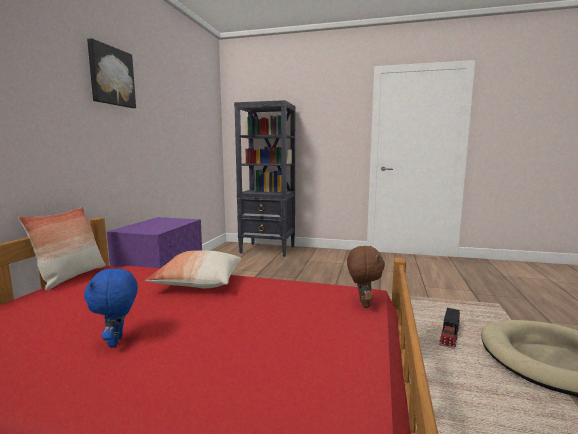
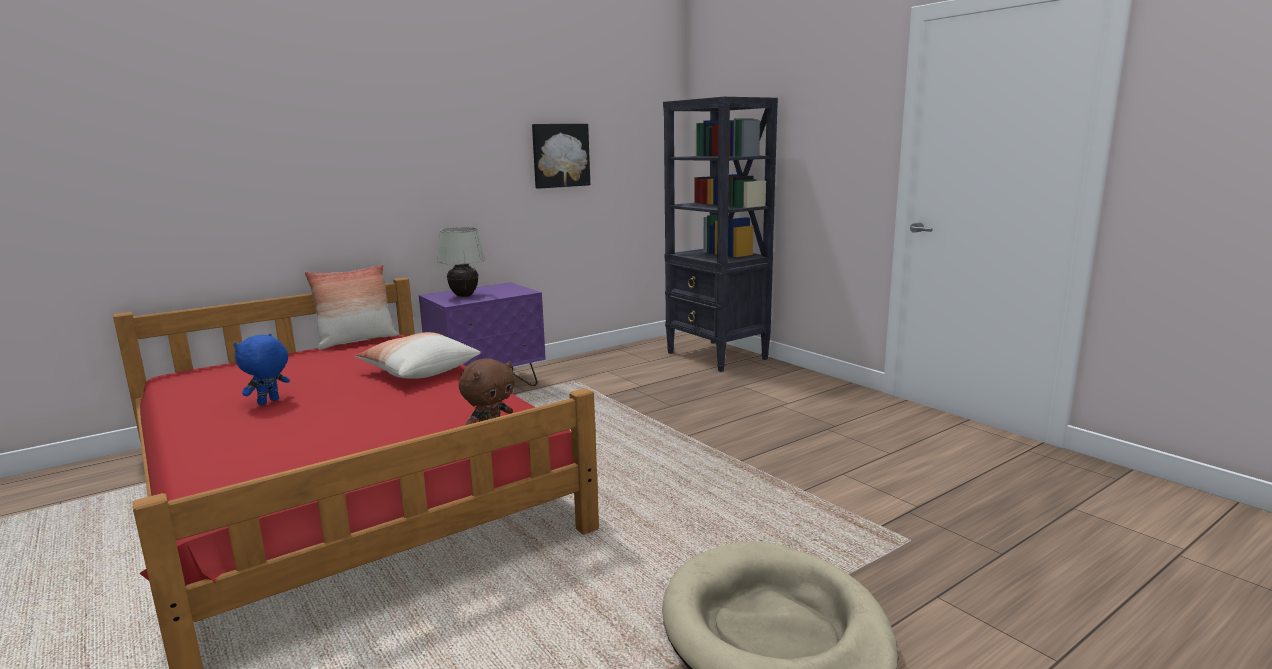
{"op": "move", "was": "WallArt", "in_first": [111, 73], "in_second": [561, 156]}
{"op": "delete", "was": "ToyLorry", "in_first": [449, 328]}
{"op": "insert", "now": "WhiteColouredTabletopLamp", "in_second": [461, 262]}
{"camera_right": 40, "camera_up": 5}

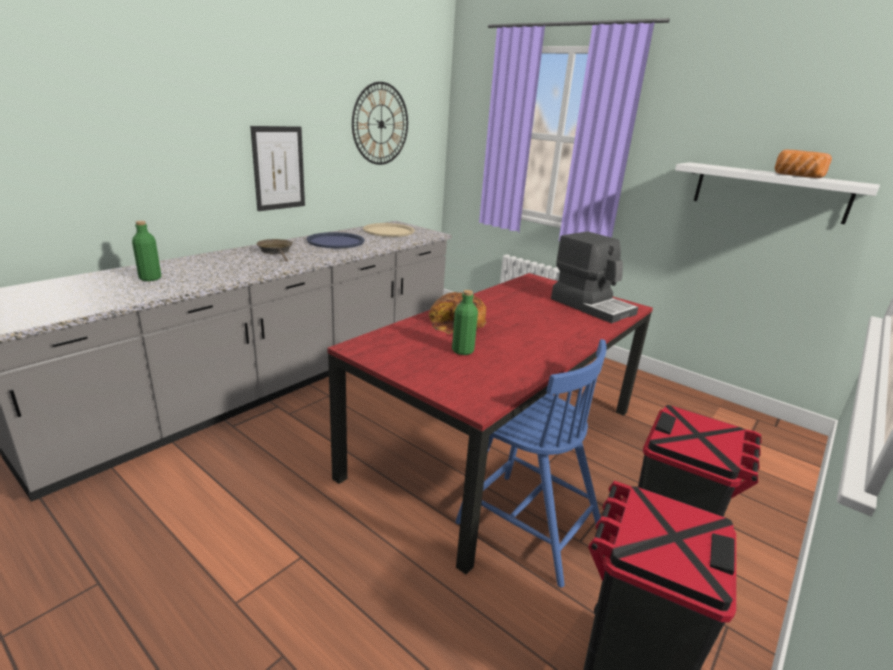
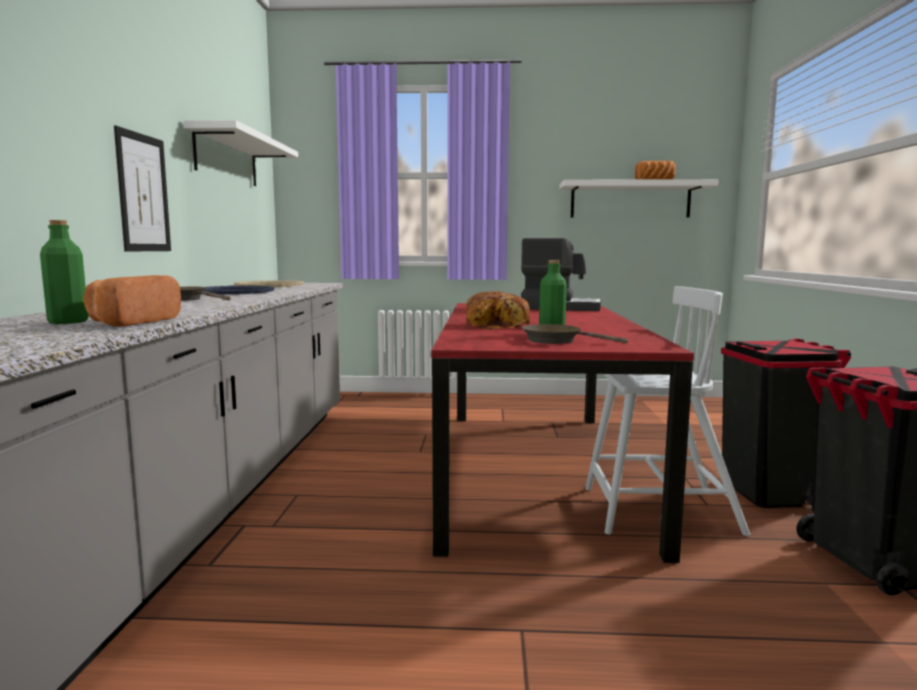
{"op": "replace", "was": "HangingClock", "now": "WhiteColouredWallShelf", "in_first": [380, 123], "in_second": [240, 153]}
{"op": "recolor", "was": "BluishChair", "now": "WhiteColouredChair", "in_first": [530, 463], "in_second": [667, 411]}
{"op": "insert", "now": "BakeryBread", "in_second": [132, 301]}
{"op": "insert", "now": "BrownColouredSkillet", "in_second": [575, 334]}
{"camera_right": -35, "camera_up": -15}

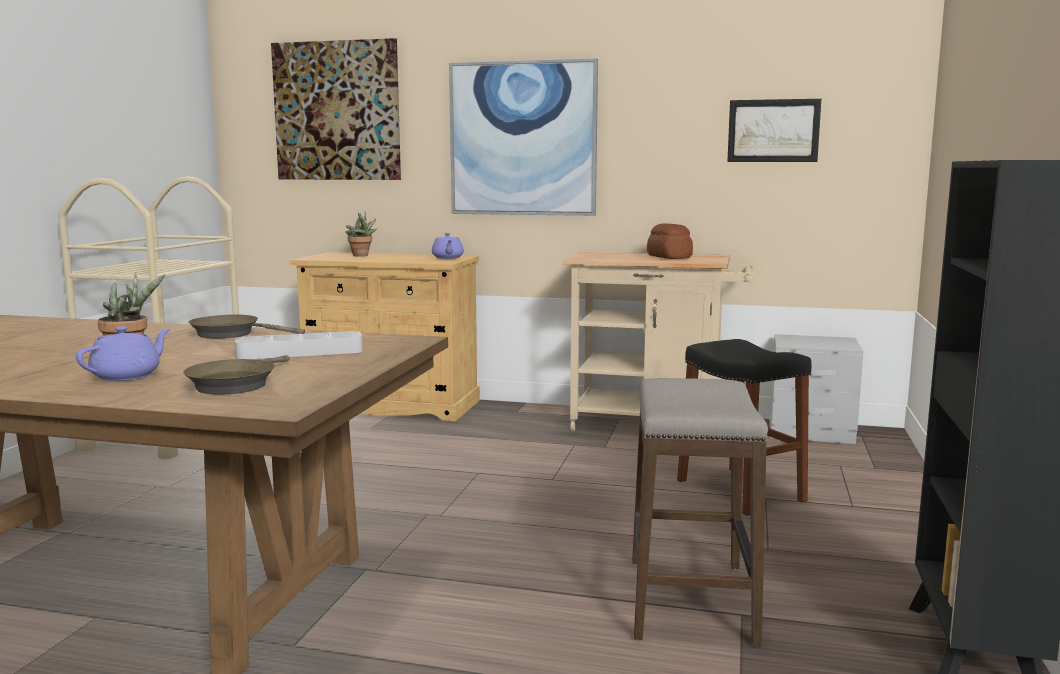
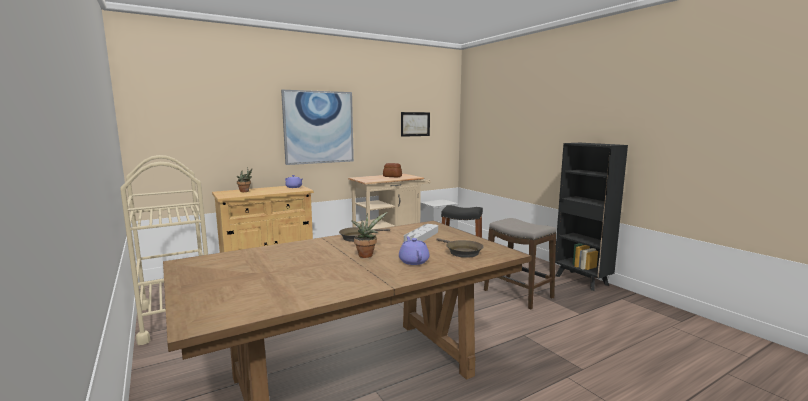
{"op": "delete", "was": "WallArt", "in_first": [336, 109]}
{"camera_right": -45, "camera_up": 0}

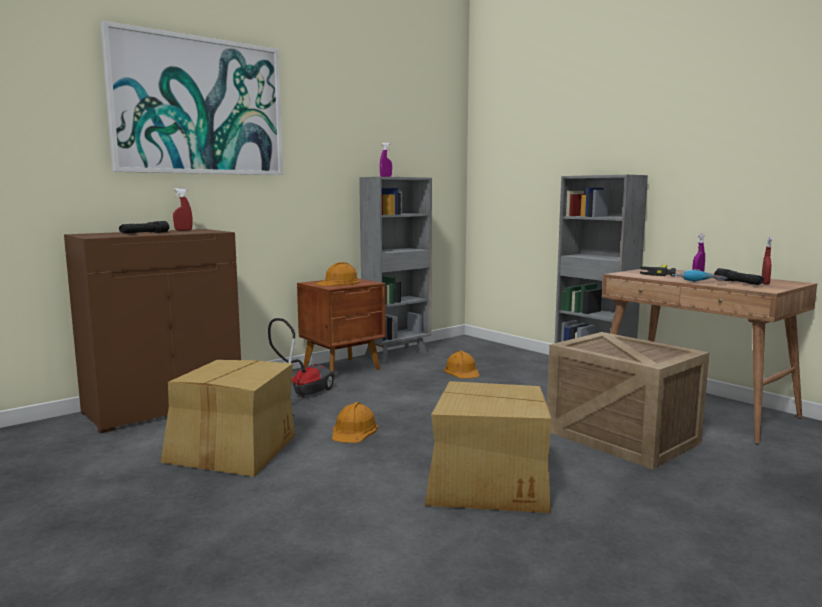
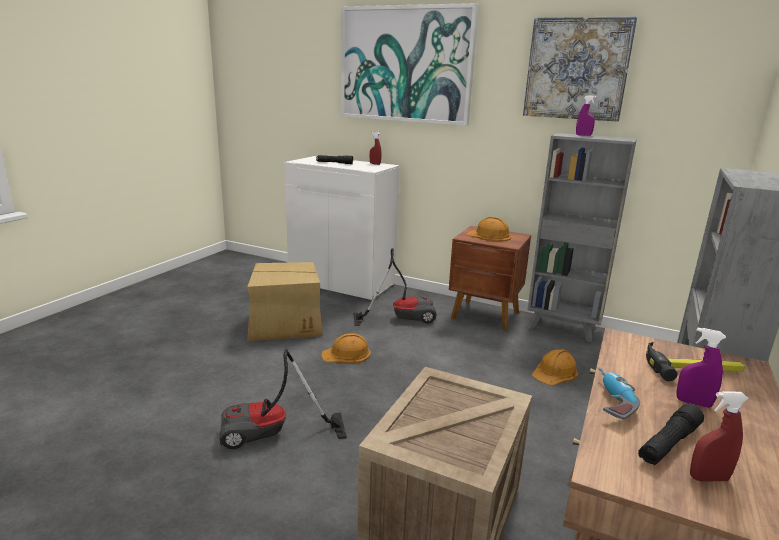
{"op": "recolor", "was": "BrownColouredCabinet", "now": "WhiteColouredCabinet", "in_first": [152, 331], "in_second": [342, 228]}
{"op": "replace", "was": "Carton", "now": "Hoover", "in_first": [488, 447], "in_second": [283, 399]}
{"op": "insert", "now": "WallArt", "in_second": [580, 69]}
{"camera_right": 65, "camera_up": 10}

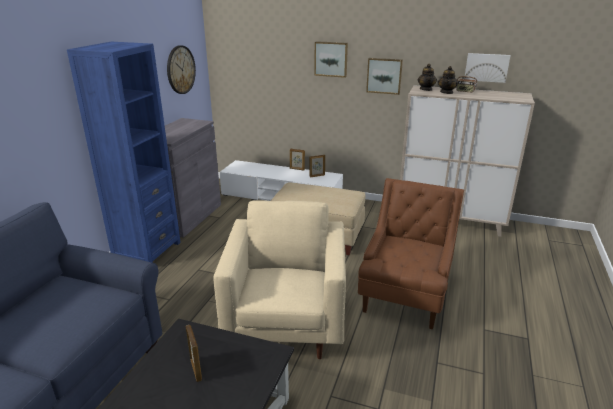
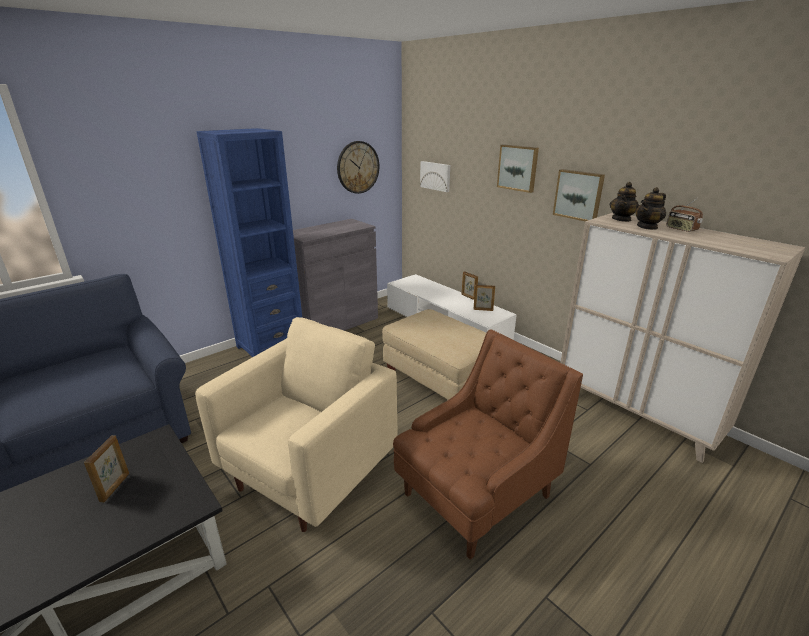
{"op": "move", "was": "WallArt", "in_first": [487, 68], "in_second": [435, 176]}
{"camera_right": 30, "camera_up": 0}

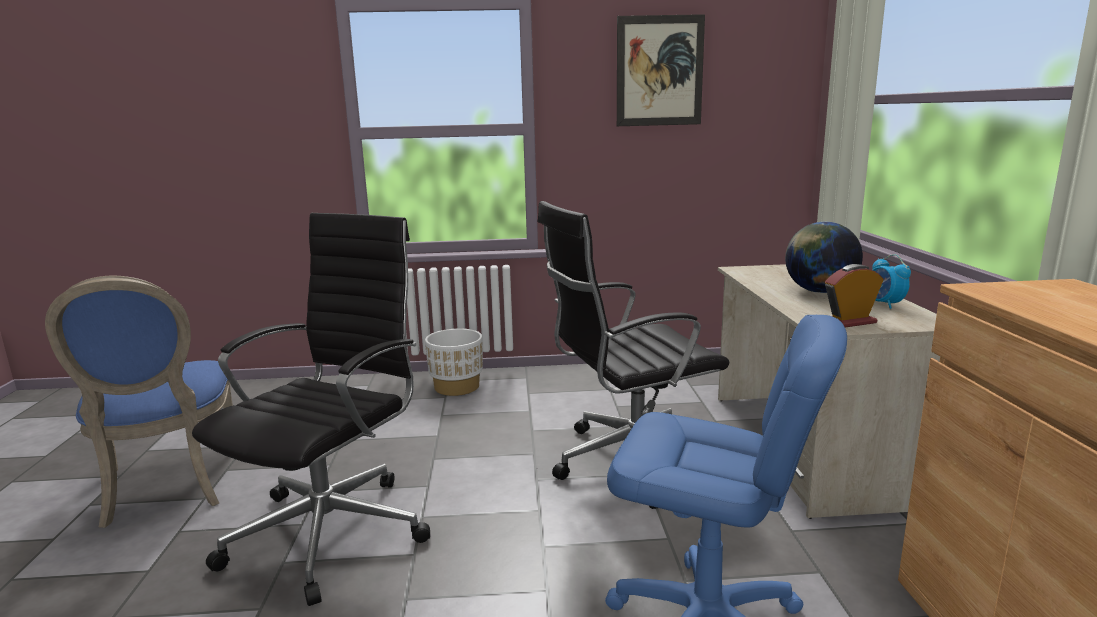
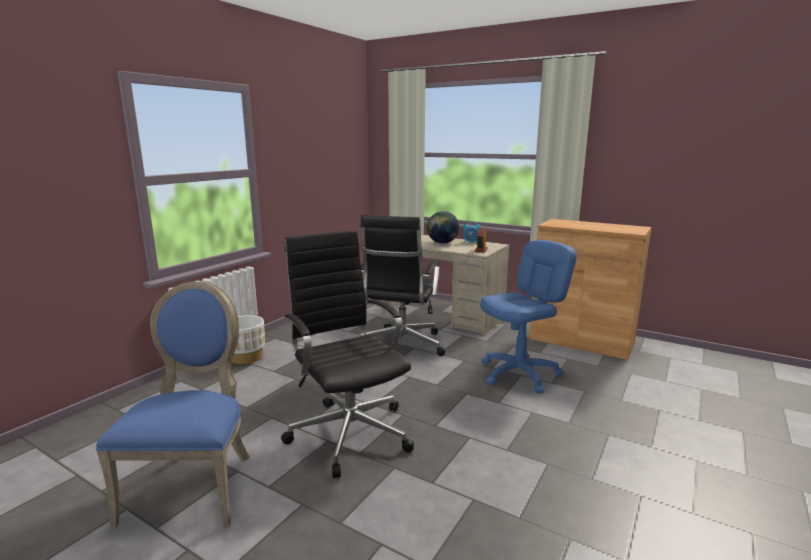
{"op": "delete", "was": "WallArt", "in_first": [661, 70]}
{"op": "rotate", "was": "BluishChair", "in_first": [139, 402], "in_second": [173, 404], "clockwise": -105}
{"camera_right": -55, "camera_up": 0}

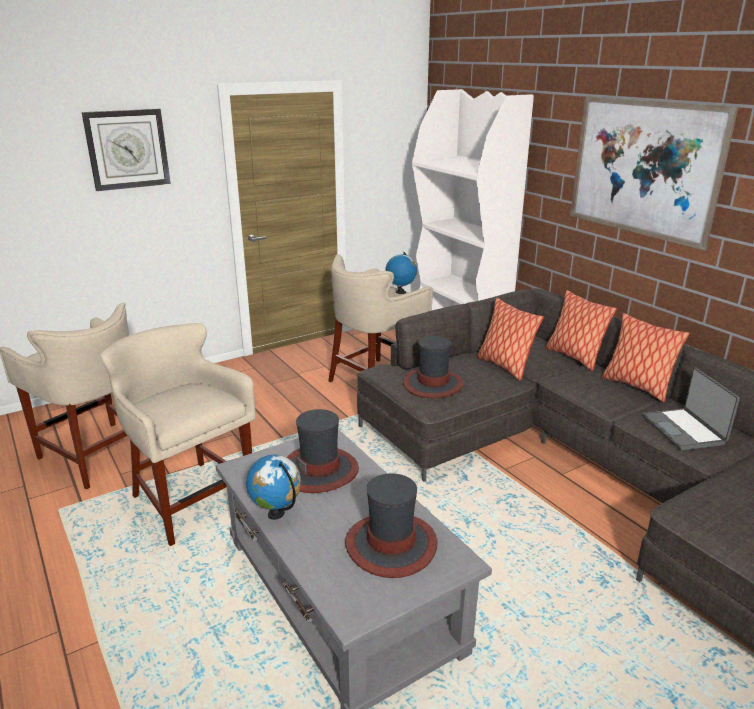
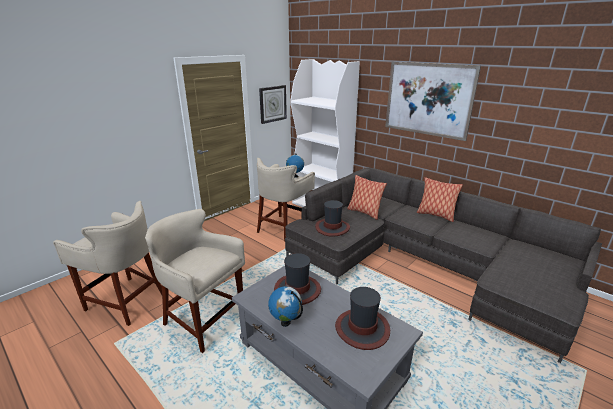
{"op": "move", "was": "HangingClock", "in_first": [126, 150], "in_second": [273, 104]}
{"op": "delete", "was": "Cushion", "in_first": [581, 330]}
{"op": "delete", "was": "PortableComputer", "in_first": [691, 409]}
{"camera_right": -15, "camera_up": 0}

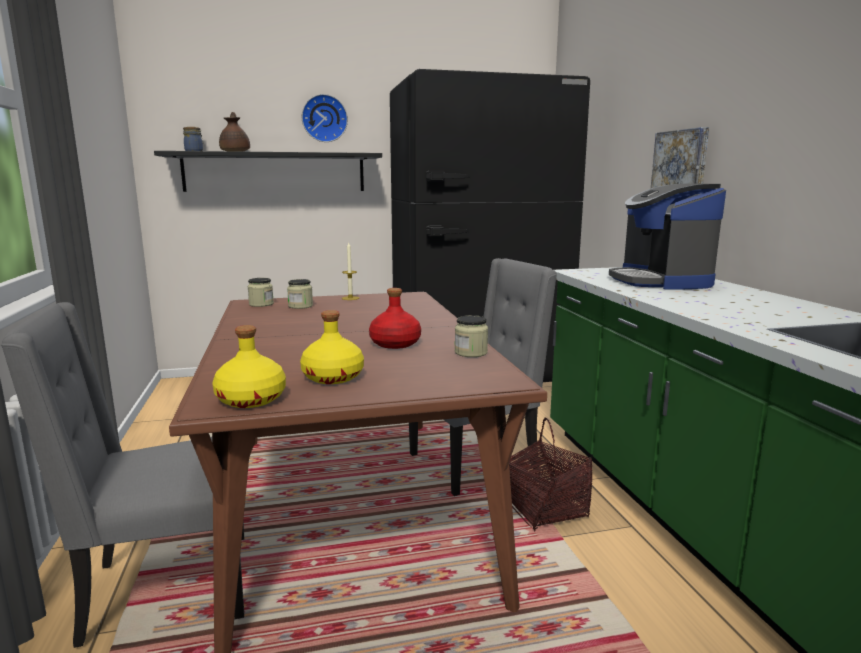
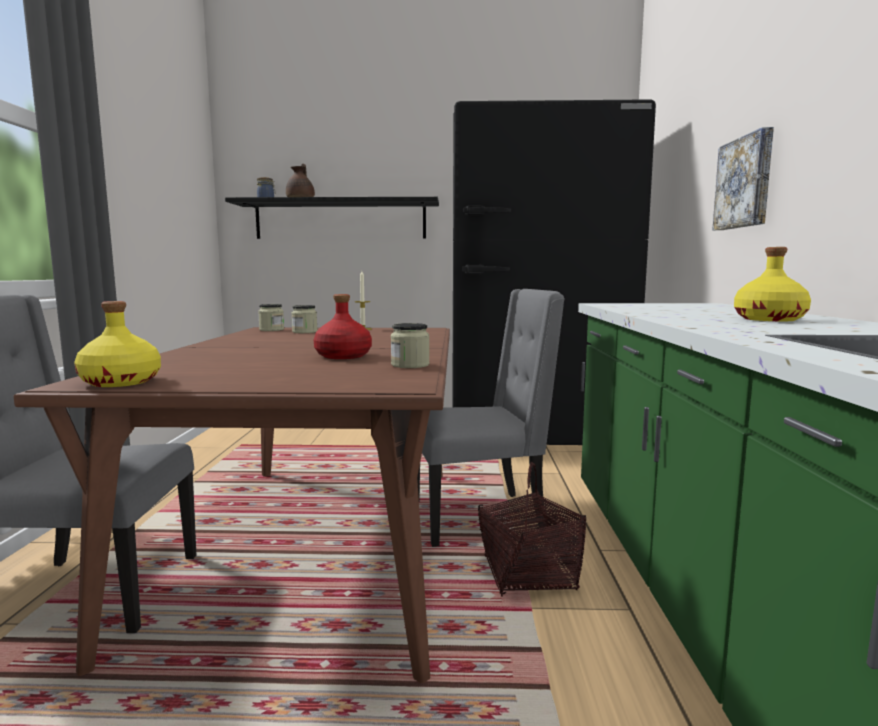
{"op": "delete", "was": "HangingClock", "in_first": [325, 118]}
{"op": "delete", "was": "CoffeeBrewer", "in_first": [667, 237]}
{"op": "move", "was": "YellowishDrinkBottle", "in_first": [332, 347], "in_second": [772, 284]}
{"camera_right": 15, "camera_up": -5}

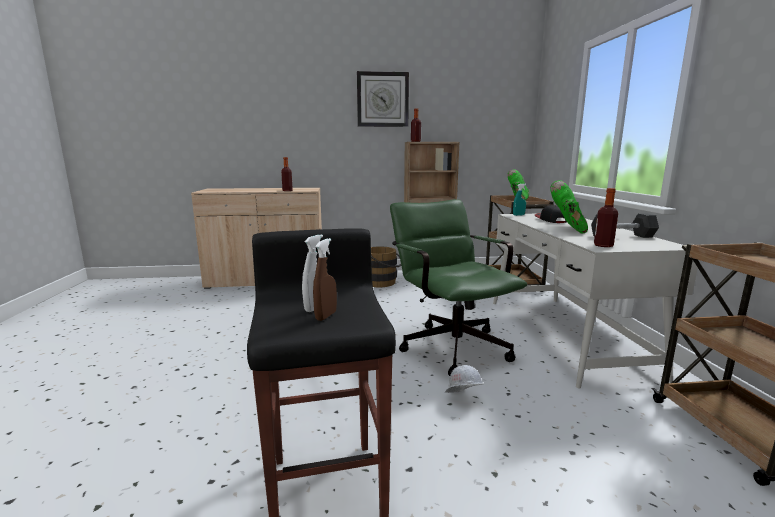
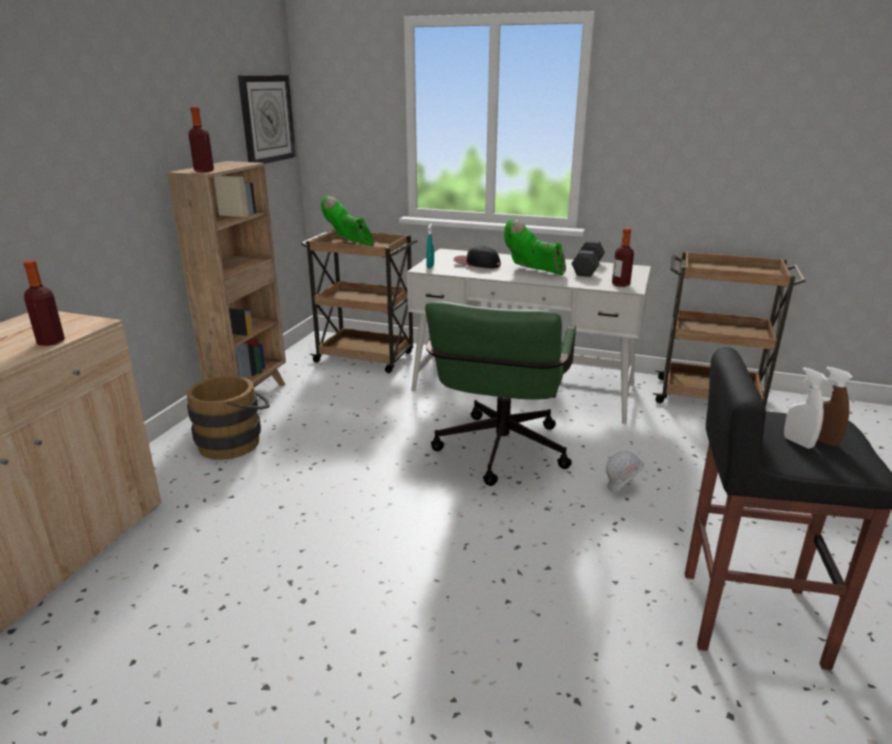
{"op": "move", "was": "HangingClock", "in_first": [383, 99], "in_second": [267, 119]}
{"op": "rotate", "was": "GreenColouredDeskChair", "in_first": [458, 287], "in_second": [500, 393], "clockwise": -75}
{"camera_right": -65, "camera_up": 10}

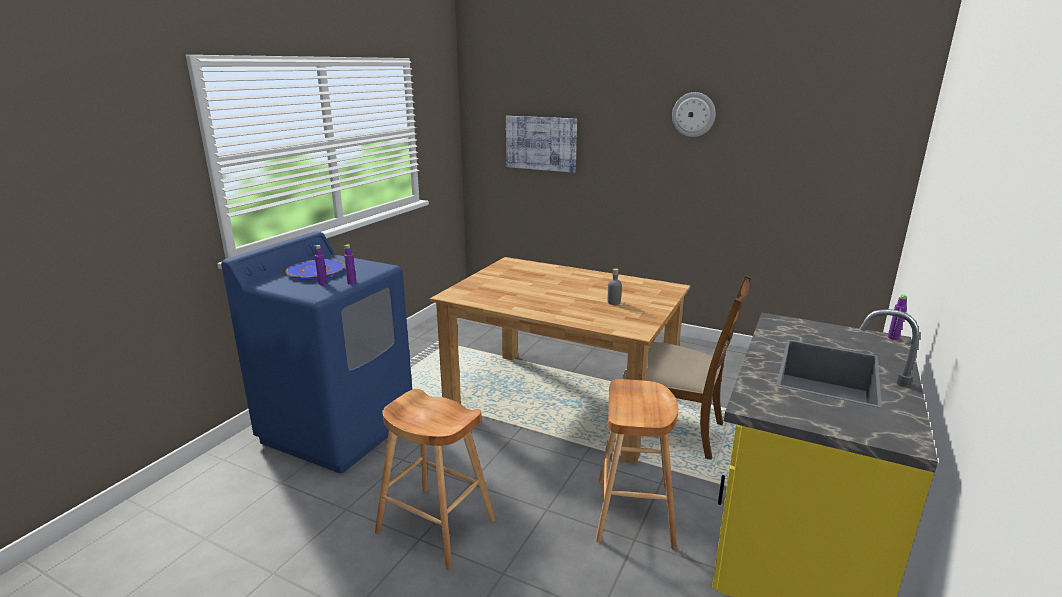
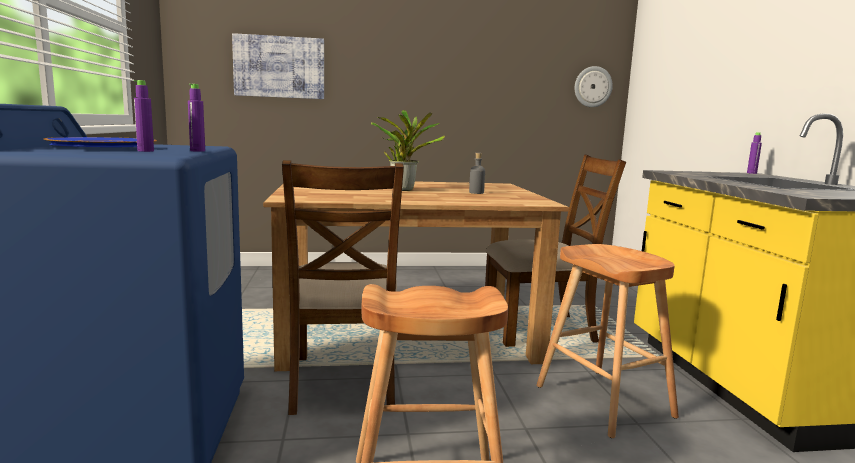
{"op": "move", "was": "HangingClock", "in_first": [694, 114], "in_second": [594, 86]}
{"op": "insert", "now": "Houseplant", "in_second": [408, 150]}
{"op": "insert", "now": "BrownColouredChair", "in_second": [343, 287]}
{"camera_right": -35, "camera_up": -10}

